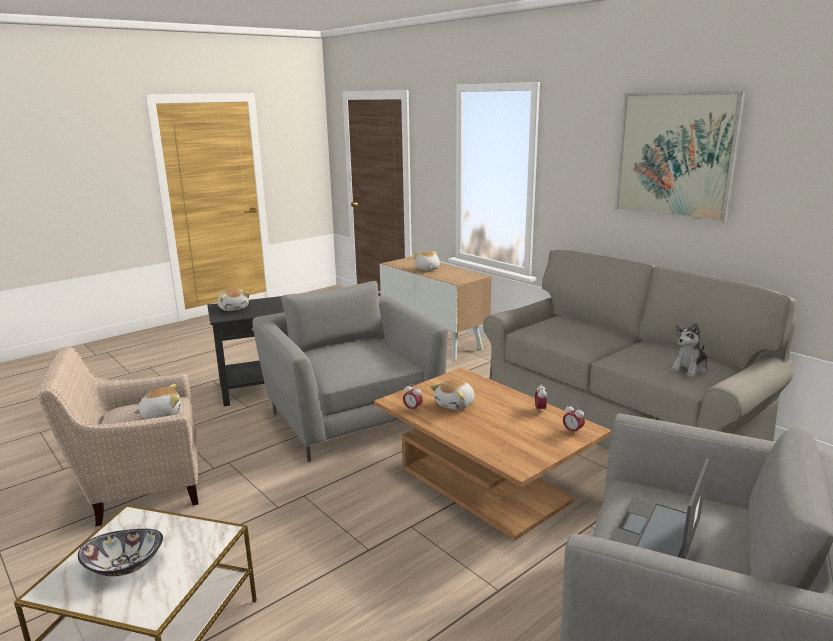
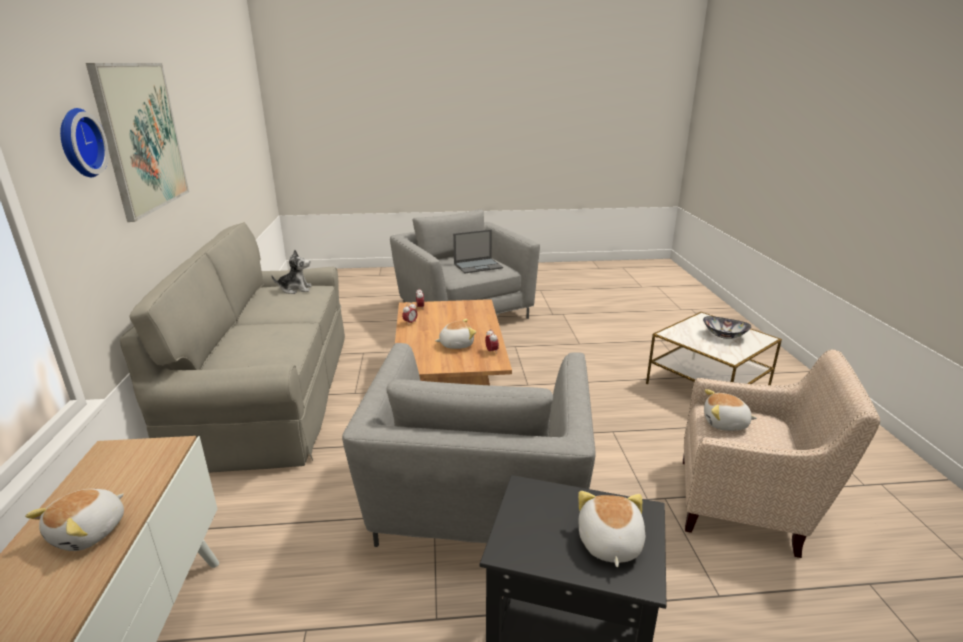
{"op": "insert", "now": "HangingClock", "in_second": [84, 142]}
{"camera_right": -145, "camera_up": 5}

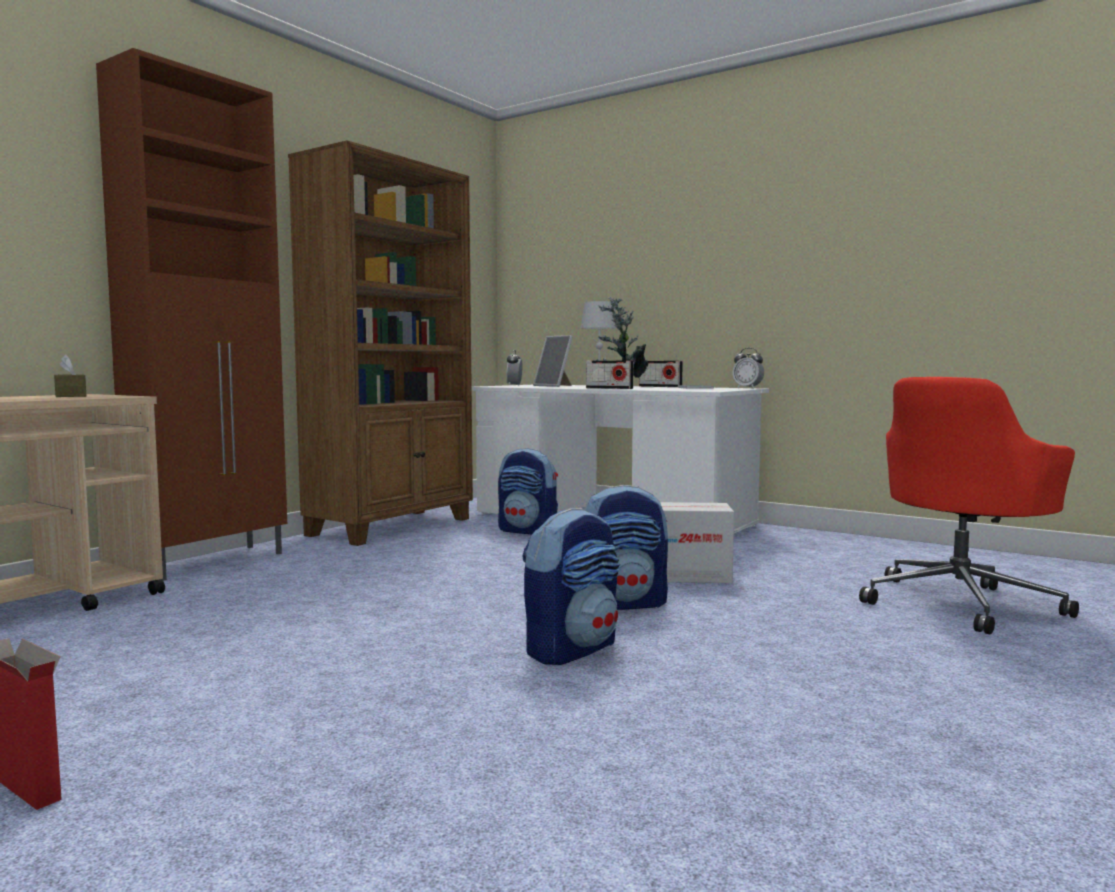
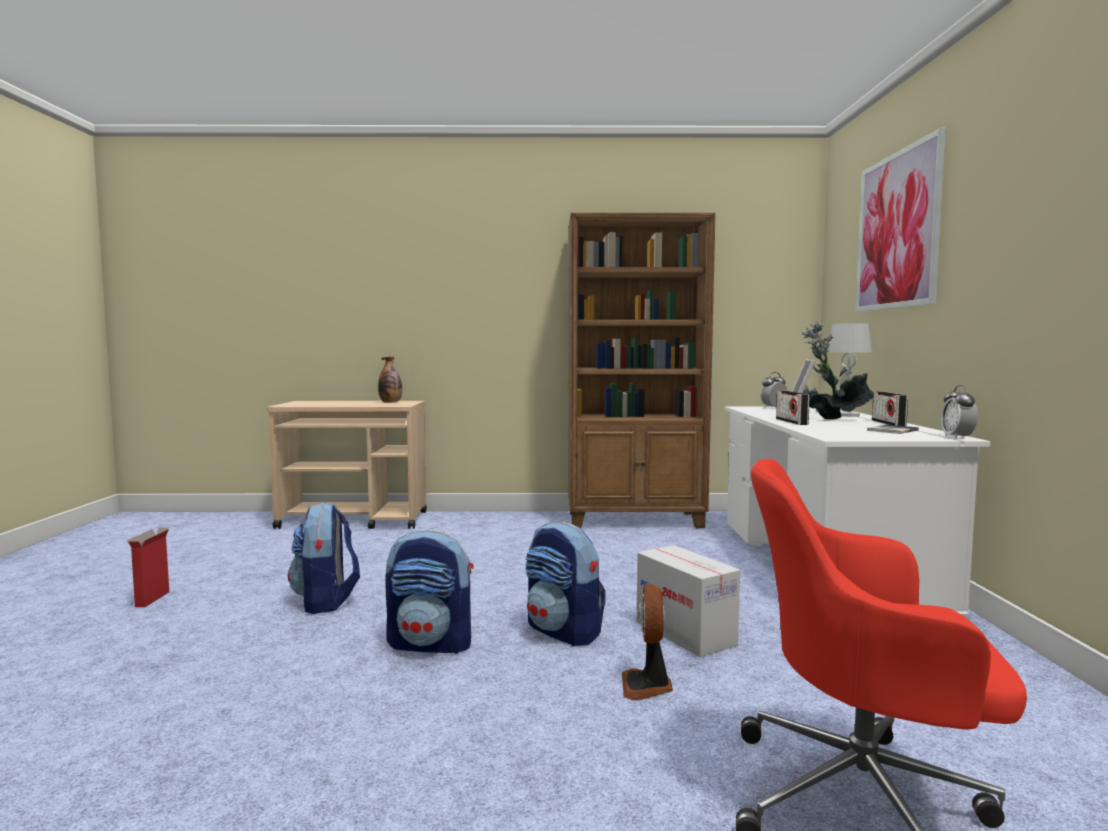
{"op": "delete", "was": "BrownColouredCabinet", "in_first": [191, 314]}
{"op": "replace", "was": "BrownColouredBoxOfTissues", "now": "DrinkBottle", "in_first": [70, 375], "in_second": [390, 380]}
{"op": "move", "was": "Rucksack", "in_first": [528, 491], "in_second": [324, 558]}
{"op": "insert", "now": "WallArt", "in_second": [901, 219]}
{"op": "insert", "now": "Fan", "in_second": [647, 642]}
{"camera_right": 55, "camera_up": 0}

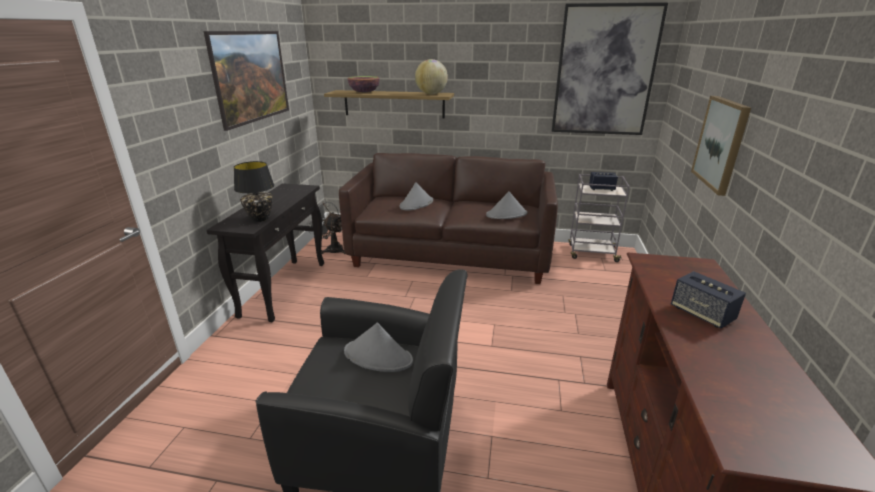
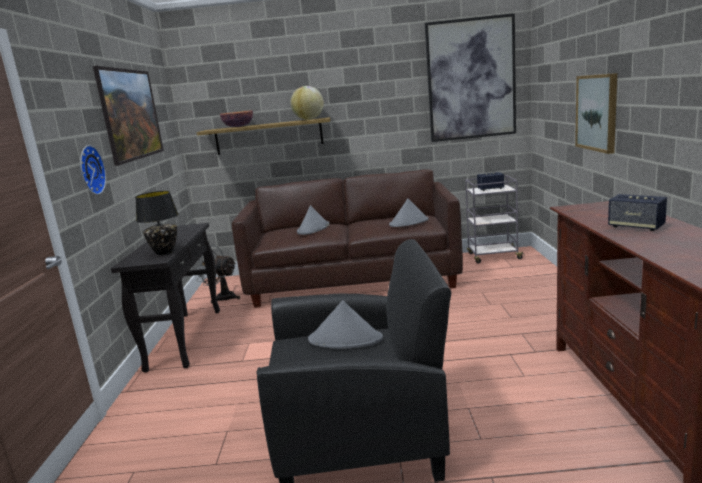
{"op": "insert", "now": "HangingClock", "in_second": [93, 170]}
{"camera_right": -10, "camera_up": -10}

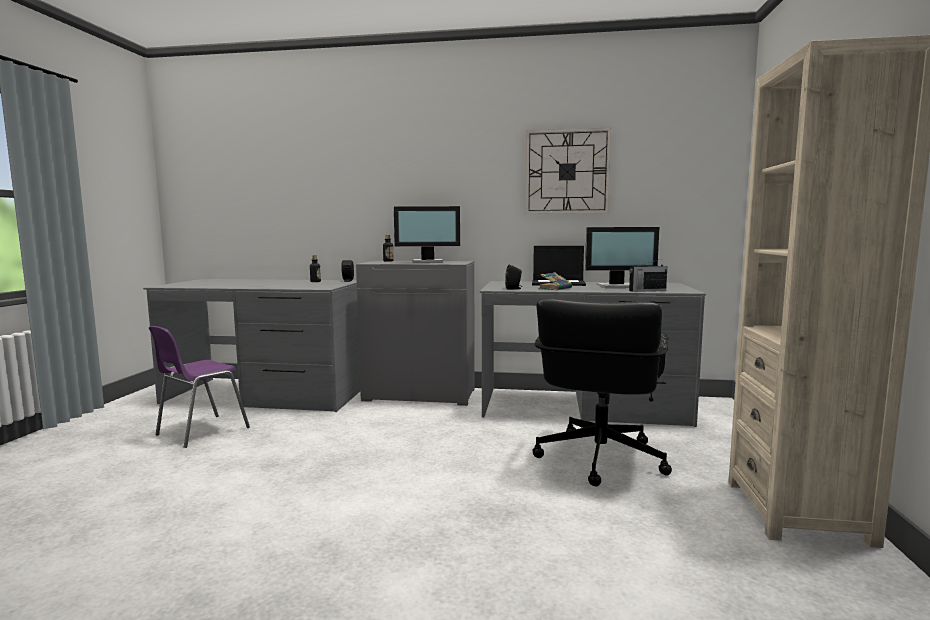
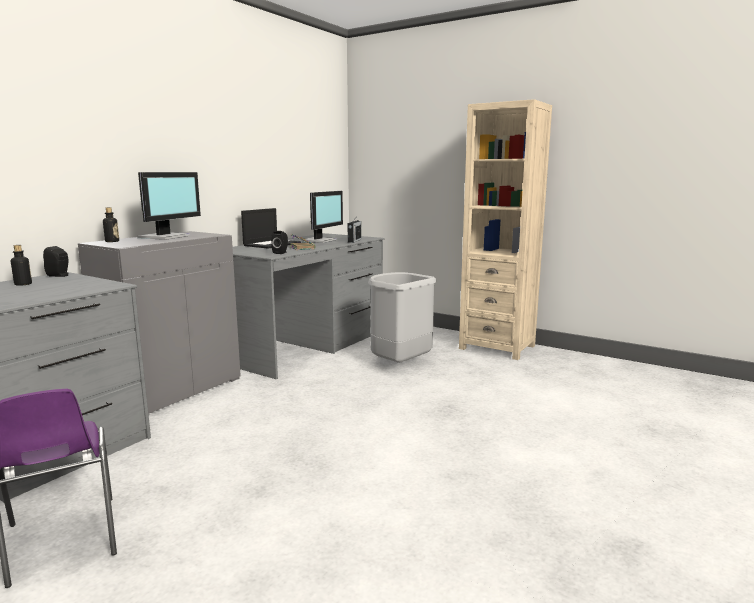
{"op": "delete", "was": "HangingClock", "in_first": [568, 171]}
{"op": "replace", "was": "BlackDeskChair", "now": "GrayRubbishBin", "in_first": [602, 392], "in_second": [402, 317]}
{"camera_right": -65, "camera_up": 5}

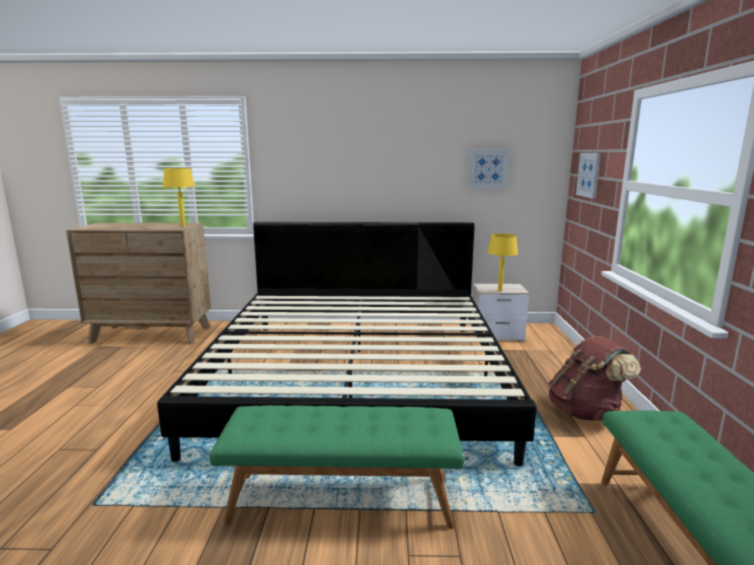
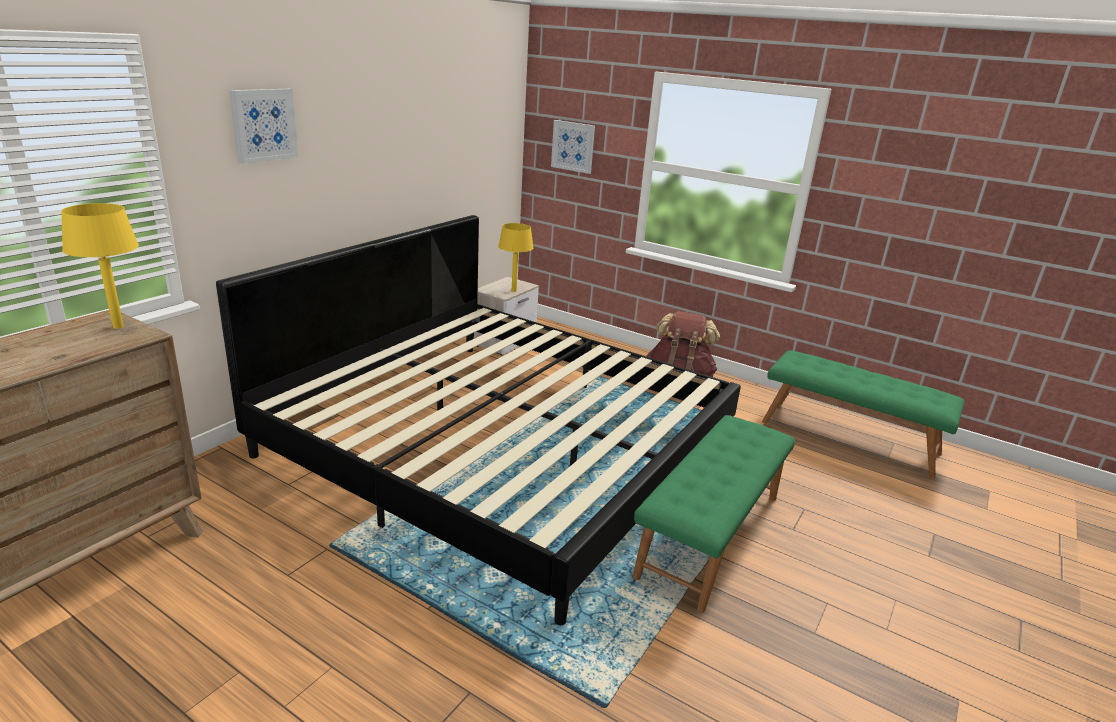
{"op": "move", "was": "WallArt", "in_first": [489, 169], "in_second": [263, 126]}
{"camera_right": -60, "camera_up": 10}

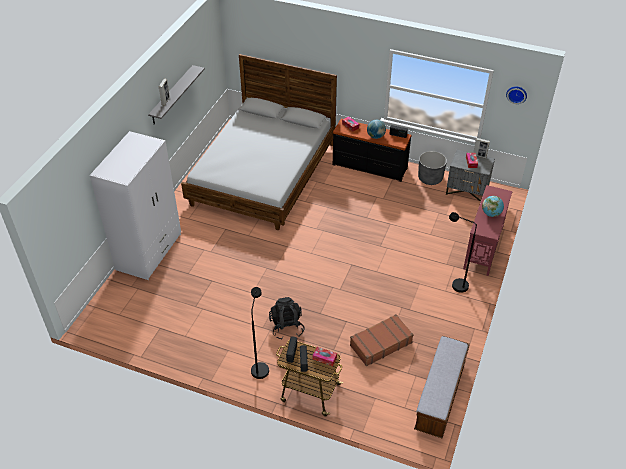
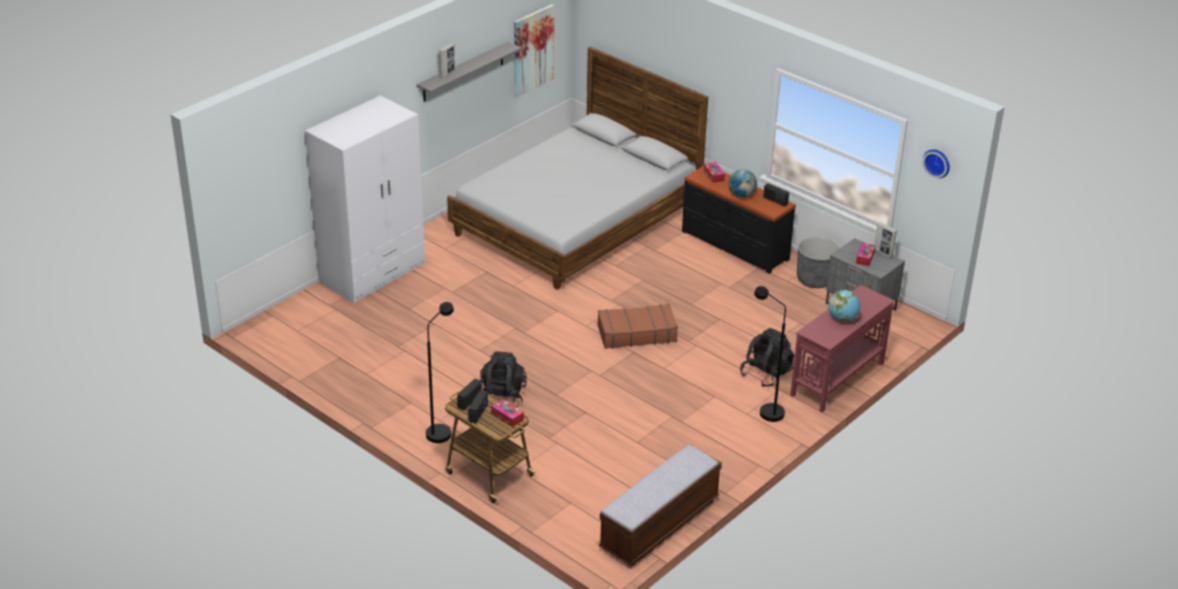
{"op": "move", "was": "BrownColouredTravelCase", "in_first": [382, 340], "in_second": [638, 326]}
{"op": "insert", "now": "WallArt", "in_second": [534, 50]}
{"op": "insert", "now": "BlackRucksack", "in_second": [767, 357]}
{"camera_right": 20, "camera_up": -10}

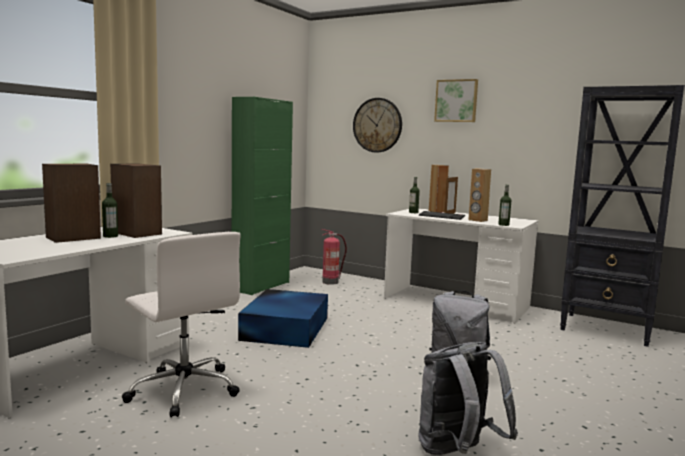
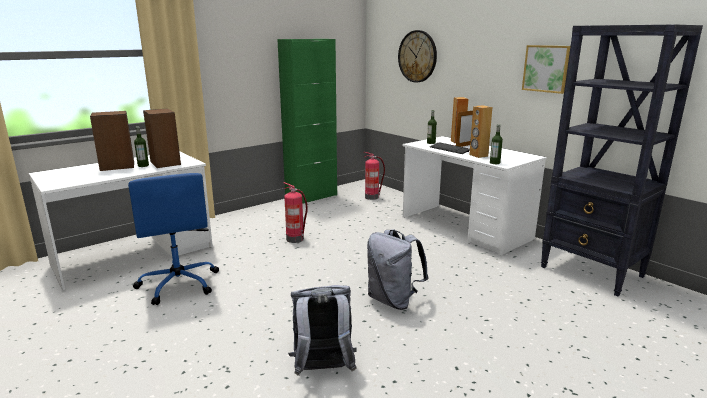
{"op": "move", "was": "WallArt", "in_first": [456, 100], "in_second": [546, 69]}
{"op": "recolor", "was": "WhiteColouredDeskChair", "now": "BluishDeskChair", "in_first": [181, 324], "in_second": [173, 239]}
{"op": "replace", "was": "BluishStorageBin", "now": "Extinguisher", "in_first": [283, 318], "in_second": [296, 212]}
{"camera_right": 20, "camera_up": 10}

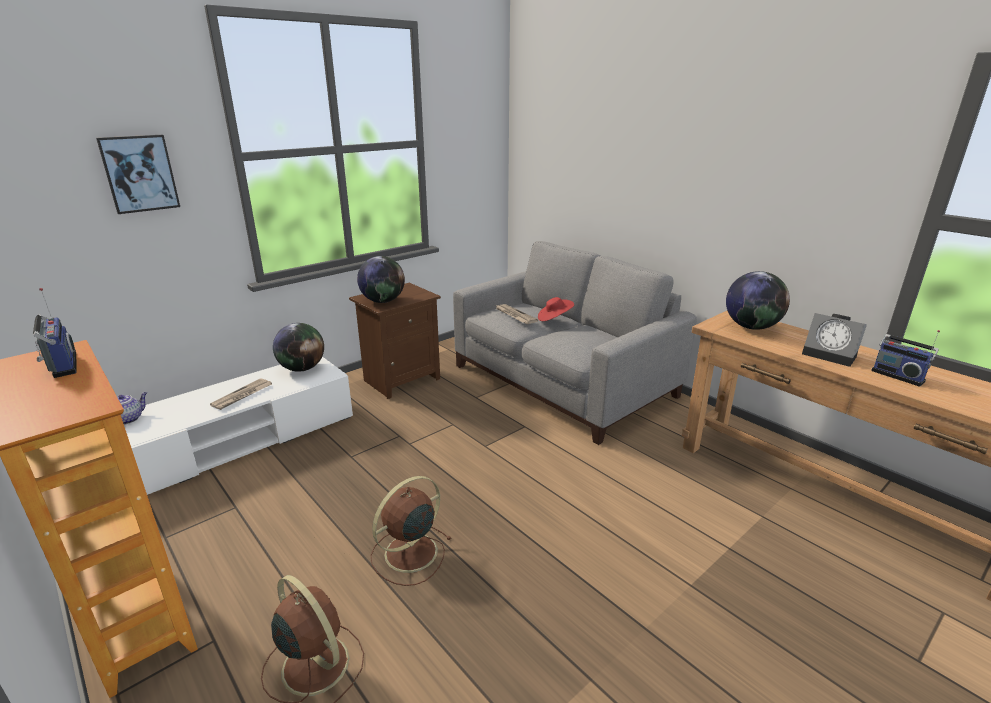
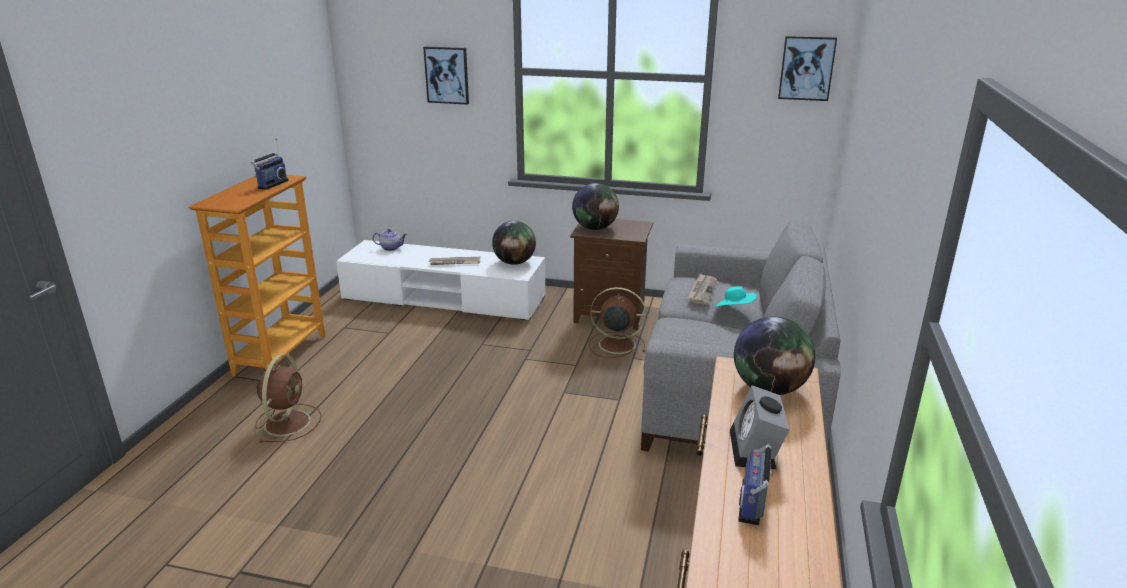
{"op": "recolor", "was": "RedHat", "now": "TurquoiseHat", "in_first": [556, 309], "in_second": [735, 296]}
{"op": "move", "was": "BrownColouredFan", "in_first": [410, 531], "in_second": [617, 322]}
{"op": "insert", "now": "WallArt", "in_second": [807, 68]}
{"camera_right": 55, "camera_up": 0}

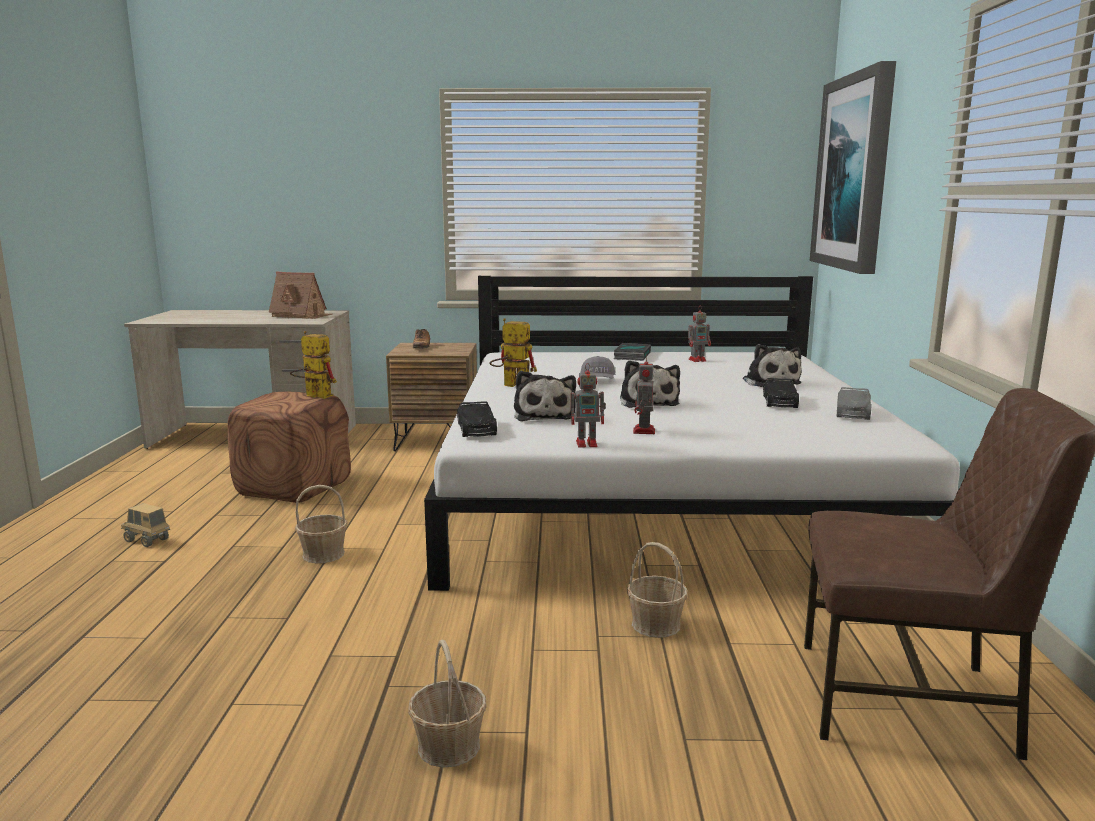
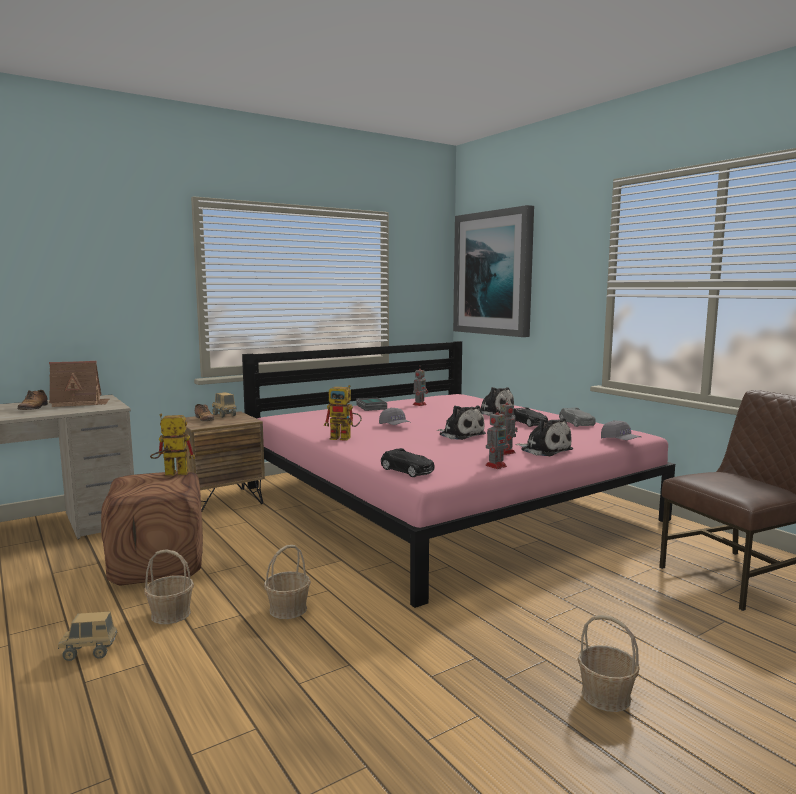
{"op": "recolor", "was": "WhiteColouredBed", "now": "PinkBed", "in_first": [692, 433], "in_second": [458, 474]}
{"op": "rotate", "was": "ToyRobot", "in_first": [513, 352], "in_second": [343, 413], "clockwise": -150}
{"op": "move", "was": "SoftToy", "in_first": [545, 396], "in_second": [544, 437]}
{"op": "move", "was": "StorageBasket", "in_first": [657, 590], "in_second": [169, 586]}
{"op": "insert", "now": "LowShoe", "in_second": [32, 400]}
{"op": "insert", "now": "ToyLorry", "in_second": [224, 405]}
{"op": "insert", "now": "GrayPeakedCap", "in_second": [621, 430]}
{"camera_right": -35, "camera_up": -5}

